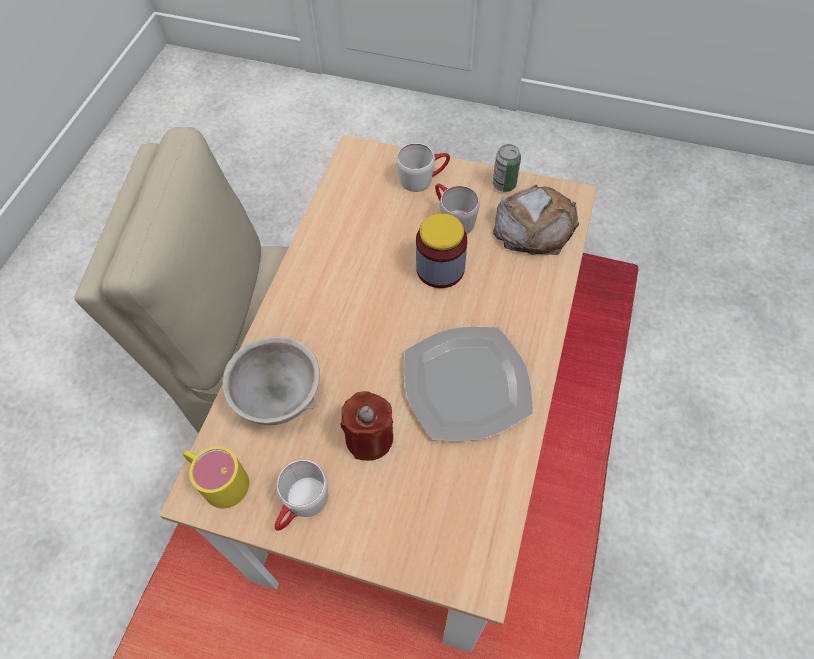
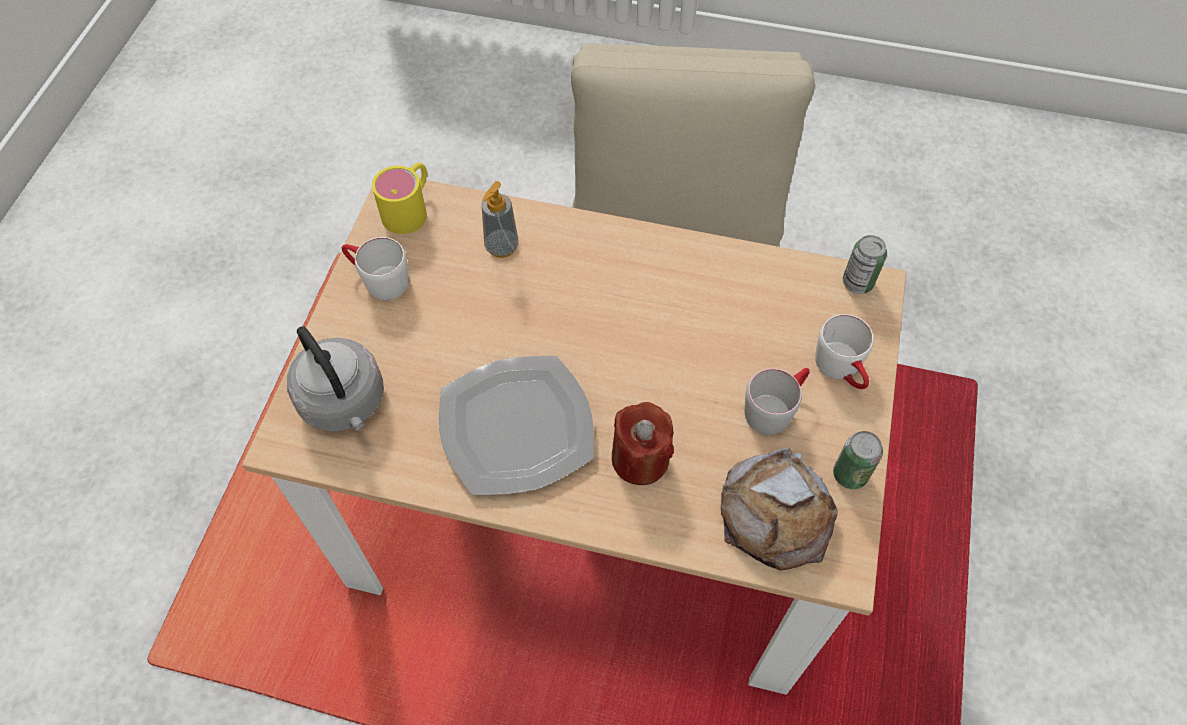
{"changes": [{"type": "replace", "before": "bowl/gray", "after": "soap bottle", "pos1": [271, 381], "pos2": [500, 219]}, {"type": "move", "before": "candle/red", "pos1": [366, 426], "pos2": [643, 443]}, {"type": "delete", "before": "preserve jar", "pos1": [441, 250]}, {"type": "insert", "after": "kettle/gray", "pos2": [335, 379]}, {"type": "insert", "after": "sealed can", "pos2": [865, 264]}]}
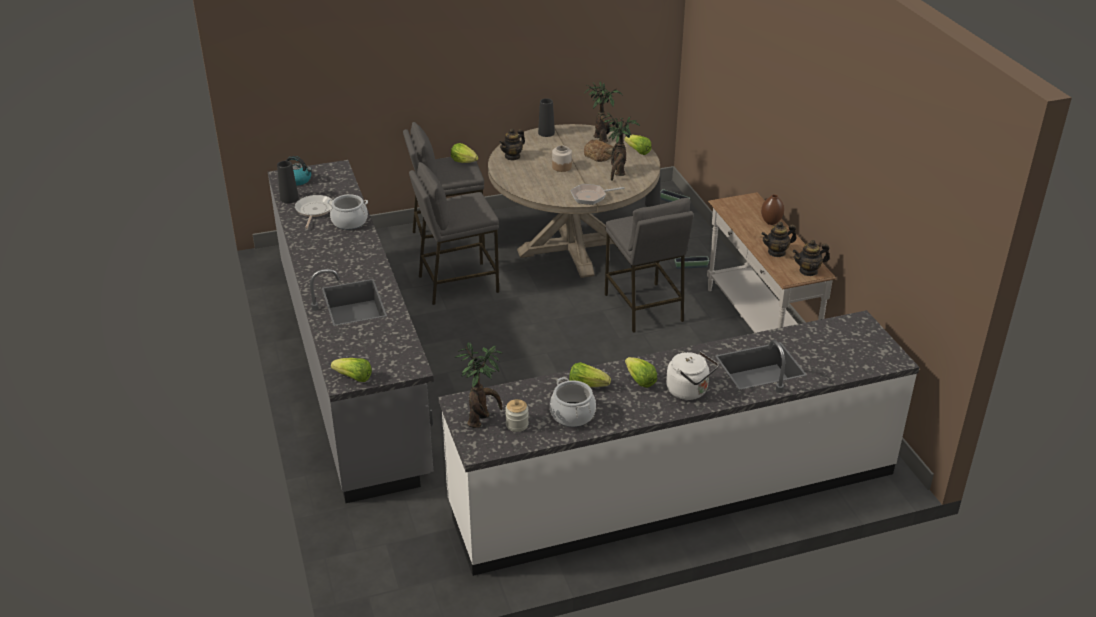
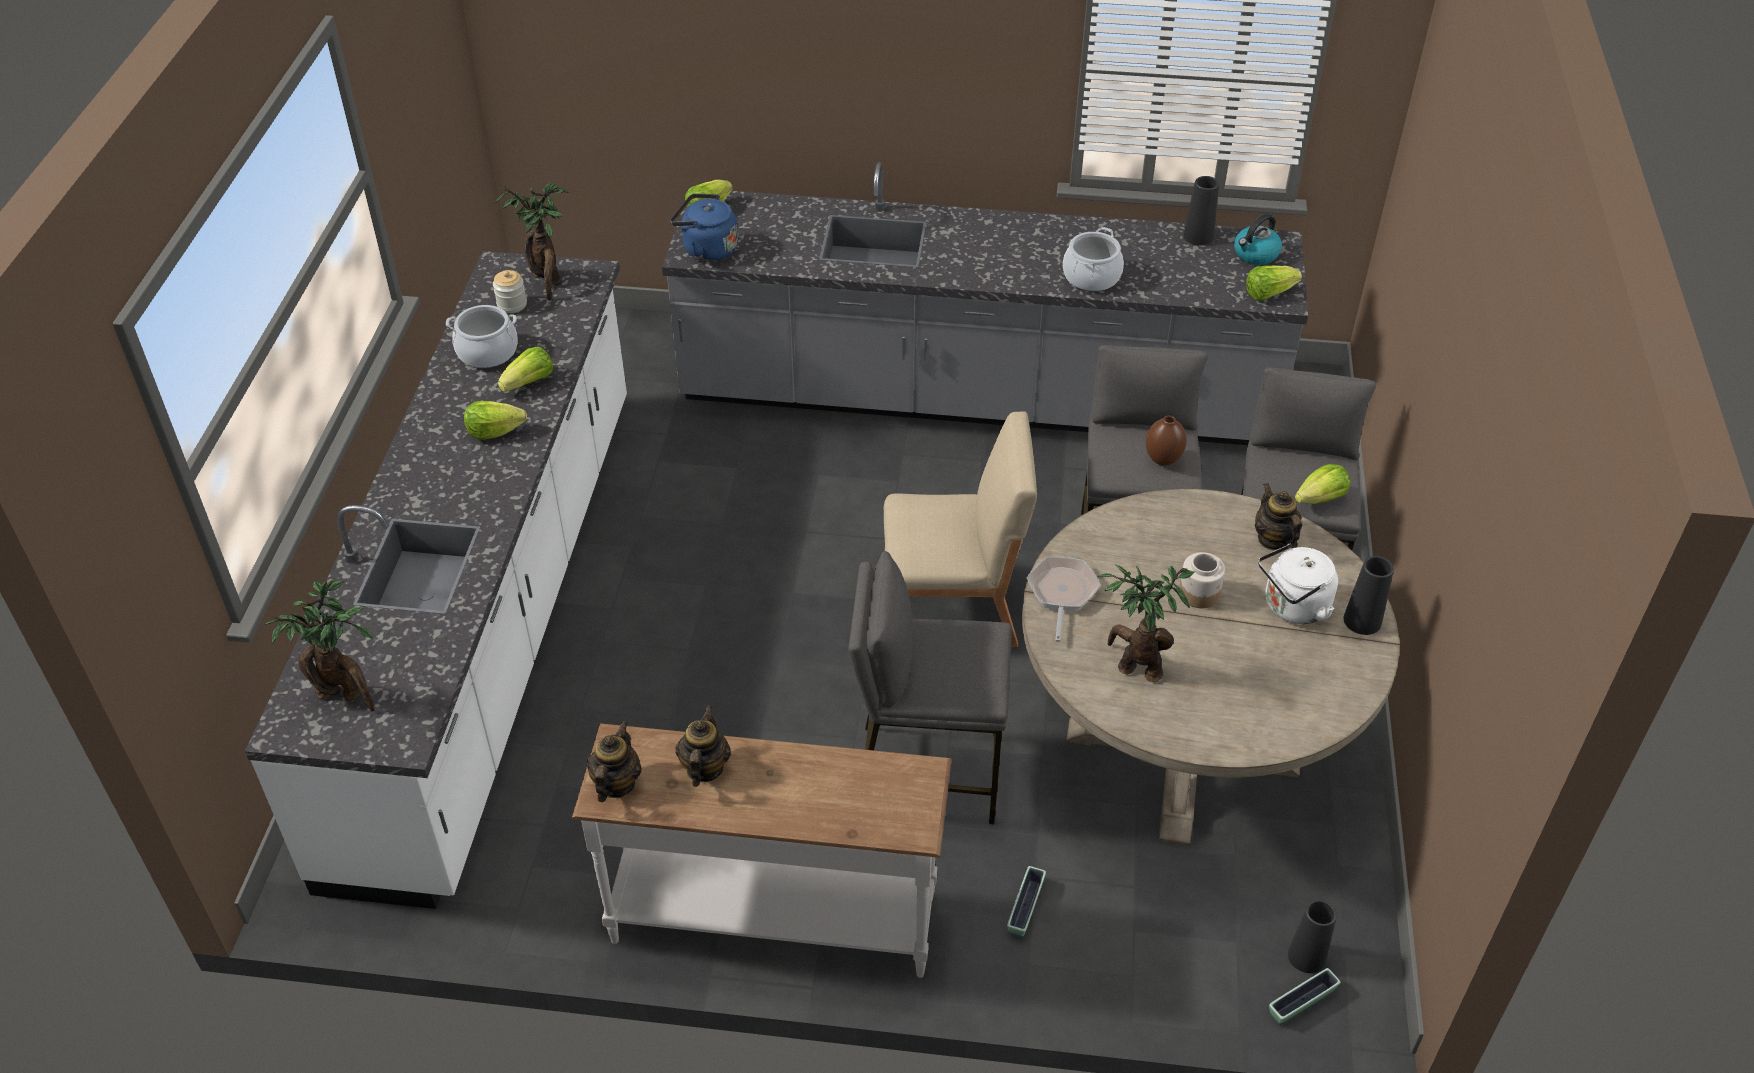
{"changes": [{"type": "delete", "before": "pan", "pos1": [313, 212]}, {"type": "move", "before": "plant in a pot", "pos1": [603, 112], "pos2": [320, 646]}, {"type": "delete", "before": "baked bread", "pos1": [599, 151]}, {"type": "move", "before": "lettuce head", "pos1": [637, 145], "pos2": [1274, 283]}, {"type": "move", "before": "kettle/whitish", "pos1": [692, 376], "pos2": [1298, 584]}, {"type": "move", "before": "vase/brown-coloured", "pos1": [772, 209], "pos2": [1166, 441]}, {"type": "insert", "after": "kettle/bluish", "pos2": [704, 228]}, {"type": "insert", "after": "plain chair/beige", "pos2": [960, 529]}]}
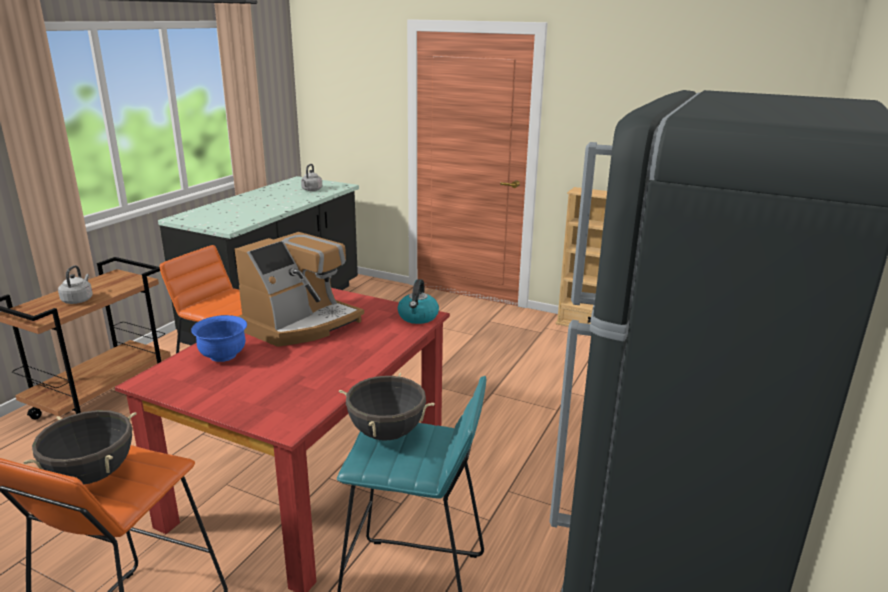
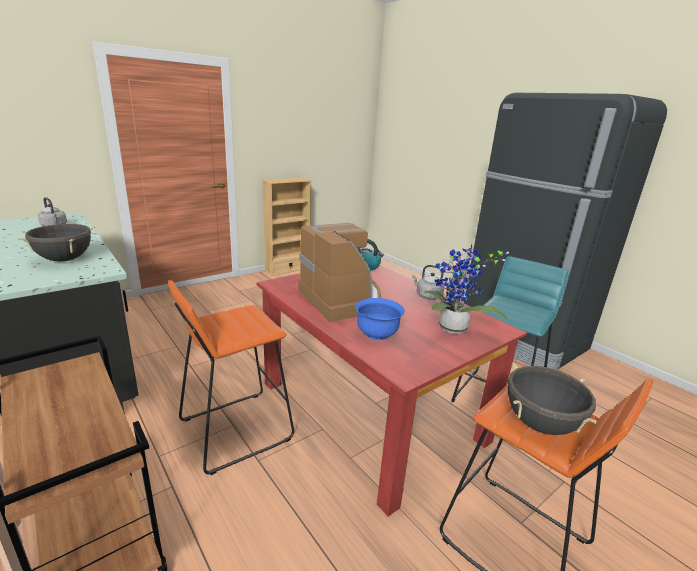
{"changes": [{"type": "move", "before": "kettle/gray", "pos1": [75, 284], "pos2": [428, 282]}, {"type": "move", "before": "cooking pot/black", "pos1": [387, 407], "pos2": [57, 243]}, {"type": "insert", "after": "plant in a pot", "pos2": [466, 289]}]}
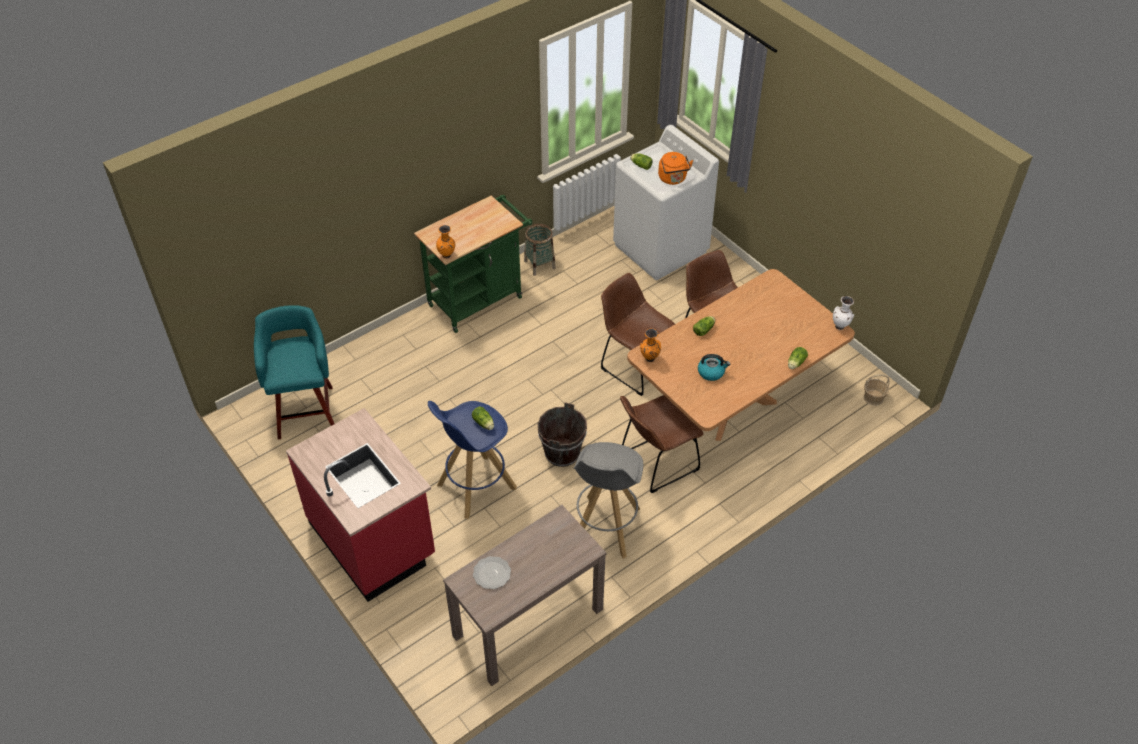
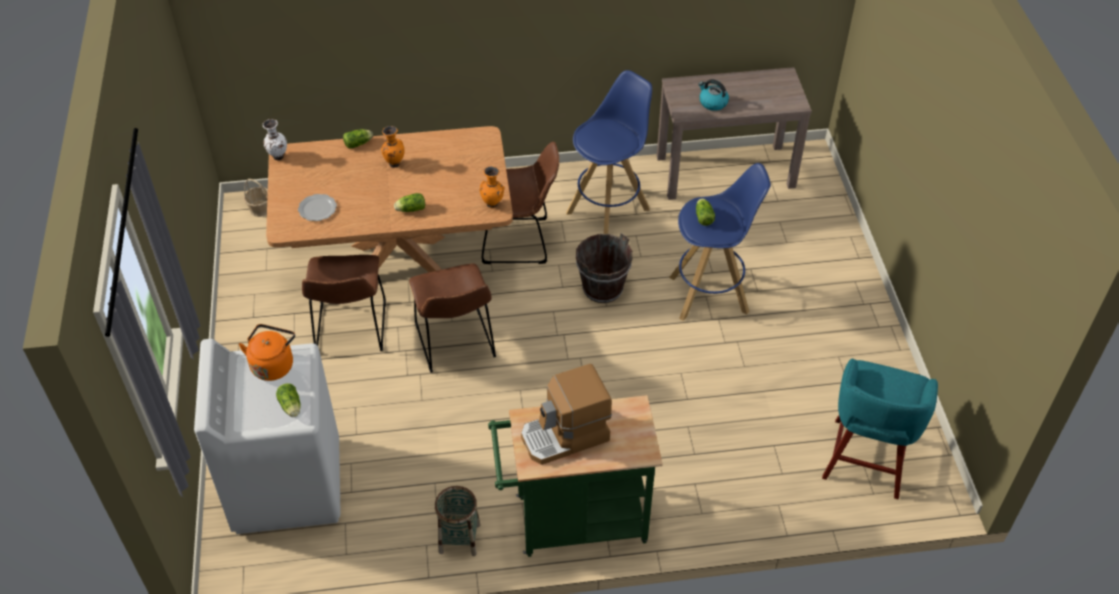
{"changes": [{"type": "delete", "before": "kitchen base unit/red", "pos1": [360, 505]}, {"type": "move", "before": "vase/orange", "pos1": [445, 241], "pos2": [393, 147]}, {"type": "move", "before": "flat dish", "pos1": [492, 572], "pos2": [317, 207]}, {"type": "recolor", "before": "stool seat/gray", "after": "stool seat/bluish", "pos1": [608, 500], "pos2": [609, 152]}, {"type": "move", "before": "kettle", "pos1": [714, 367], "pos2": [713, 95]}, {"type": "insert", "after": "coffee maker", "pos2": [566, 414]}]}
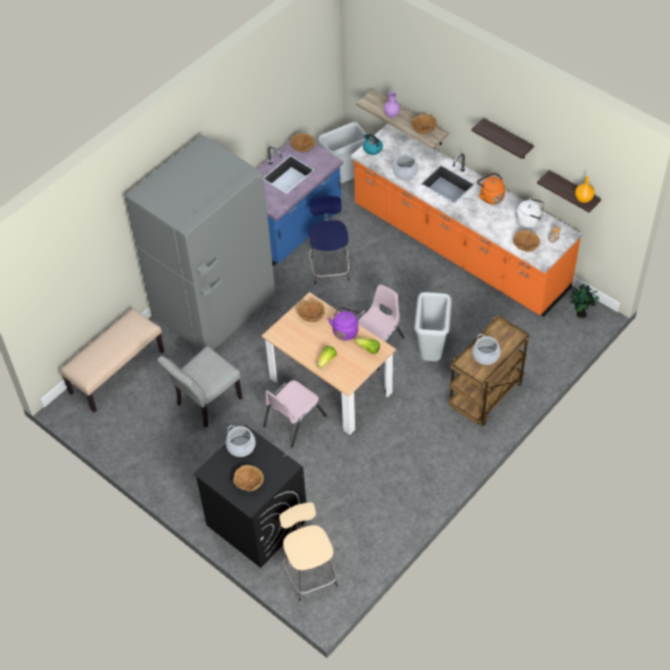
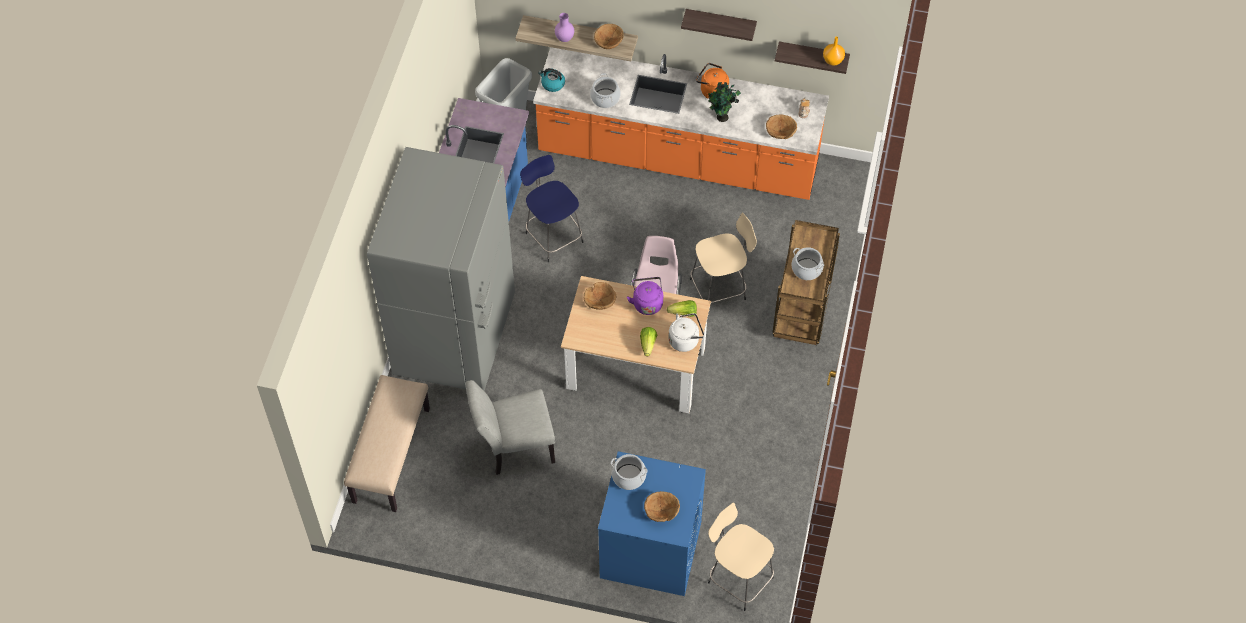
{"changes": [{"type": "rotate", "before": "plain chair/gray", "pos1": [199, 387], "pos2": [510, 427], "turn": 60}, {"type": "recolor", "before": "washing machine/black", "after": "washing machine/bluish", "pos1": [249, 496], "pos2": [652, 523]}, {"type": "delete", "before": "plain chair/pinkish", "pos1": [295, 414]}, {"type": "delete", "before": "bowl/brown-coloured", "pos1": [302, 142]}, {"type": "replace", "before": "trash can/gray", "after": "stool seat/beige", "pos1": [433, 326], "pos2": [723, 258]}, {"type": "move", "before": "kettle/whitish", "pos1": [530, 213], "pos2": [686, 332]}, {"type": "move", "before": "plant in a pot", "pos1": [584, 301], "pos2": [724, 101]}]}
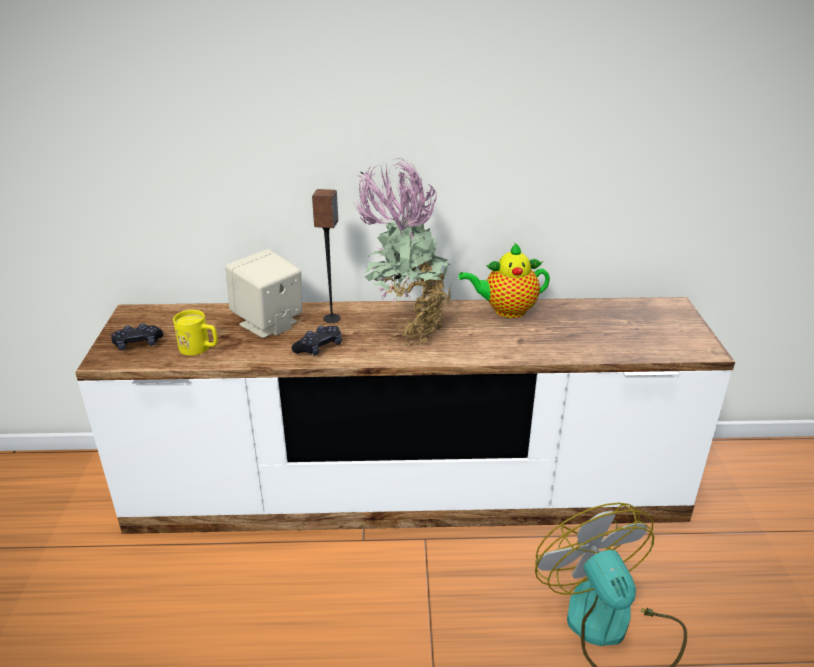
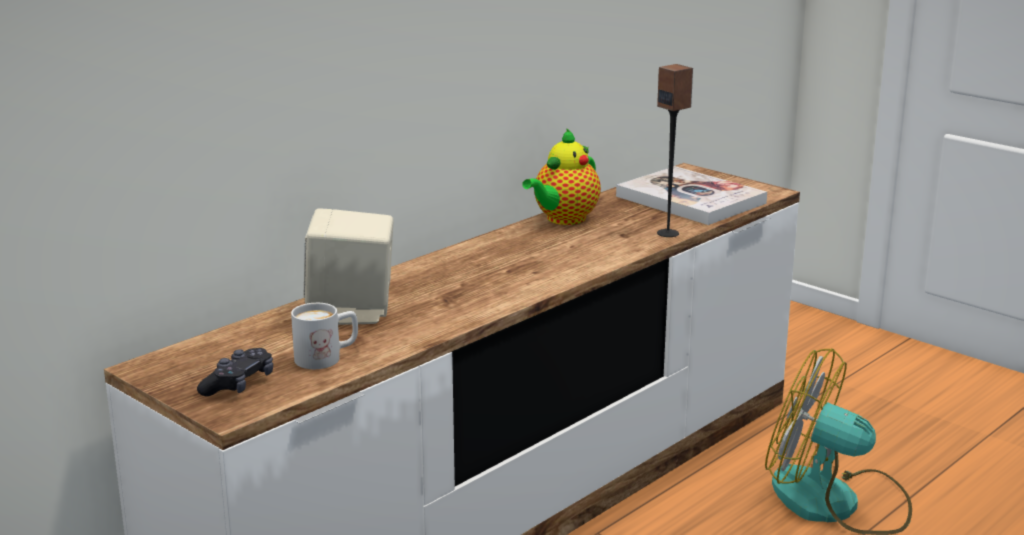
{"changes": [{"type": "recolor", "before": "coffee mug/yellow-coloured", "after": "coffee mug/whitish", "pos1": [195, 333], "pos2": [324, 336]}, {"type": "delete", "before": "joypad/black", "pos1": [316, 341]}, {"type": "move", "before": "loudspeaker", "pos1": [326, 256], "pos2": [675, 150]}, {"type": "delete", "before": "plant in a pot", "pos1": [403, 252]}, {"type": "insert", "after": "bound book", "pos2": [691, 195]}]}
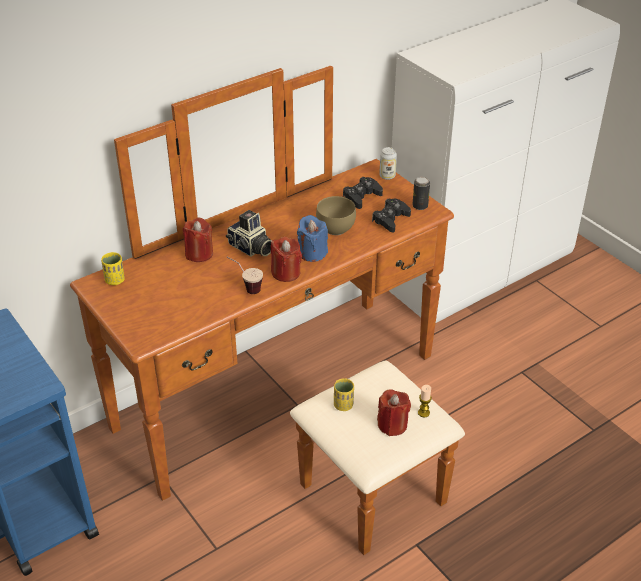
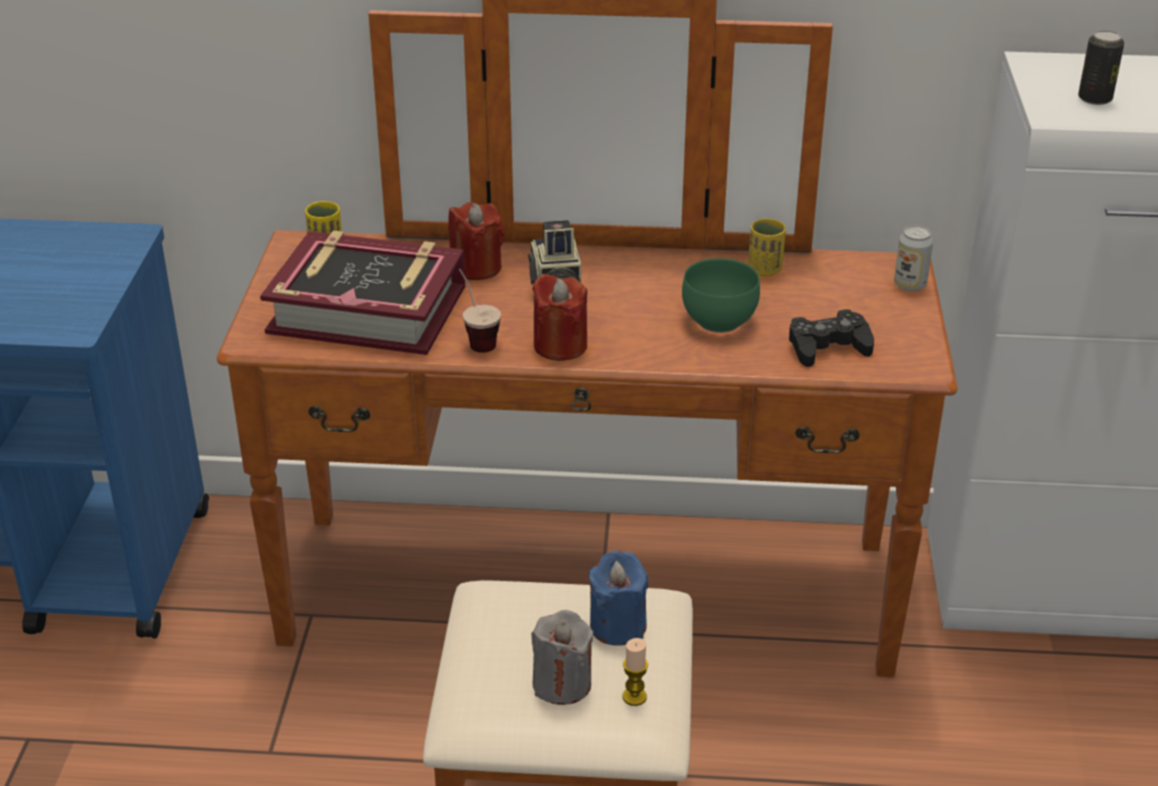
{"changes": [{"type": "move", "before": "candle/bluish", "pos1": [312, 238], "pos2": [618, 598]}, {"type": "recolor", "before": "bowl/brown-coloured", "after": "bowl/green-coloured", "pos1": [336, 215], "pos2": [721, 295]}, {"type": "move", "before": "drinking cup/yellow-coloured", "pos1": [344, 395], "pos2": [767, 247]}, {"type": "delete", "before": "joypad/black", "pos1": [363, 193]}, {"type": "recolor", "before": "candle/red", "after": "candle/gray", "pos1": [394, 412], "pos2": [562, 657]}, {"type": "move", "before": "sealed can", "pos1": [421, 193], "pos2": [1101, 67]}, {"type": "insert", "after": "bound book", "pos2": [362, 292]}]}
